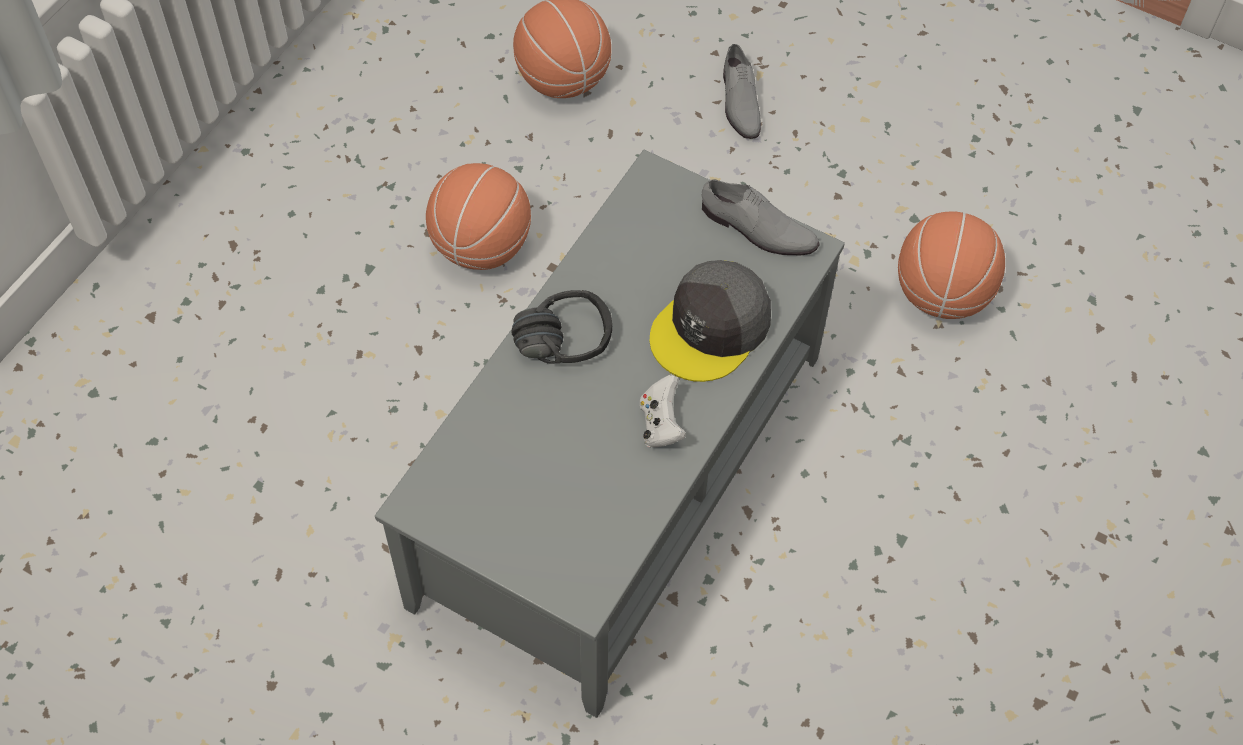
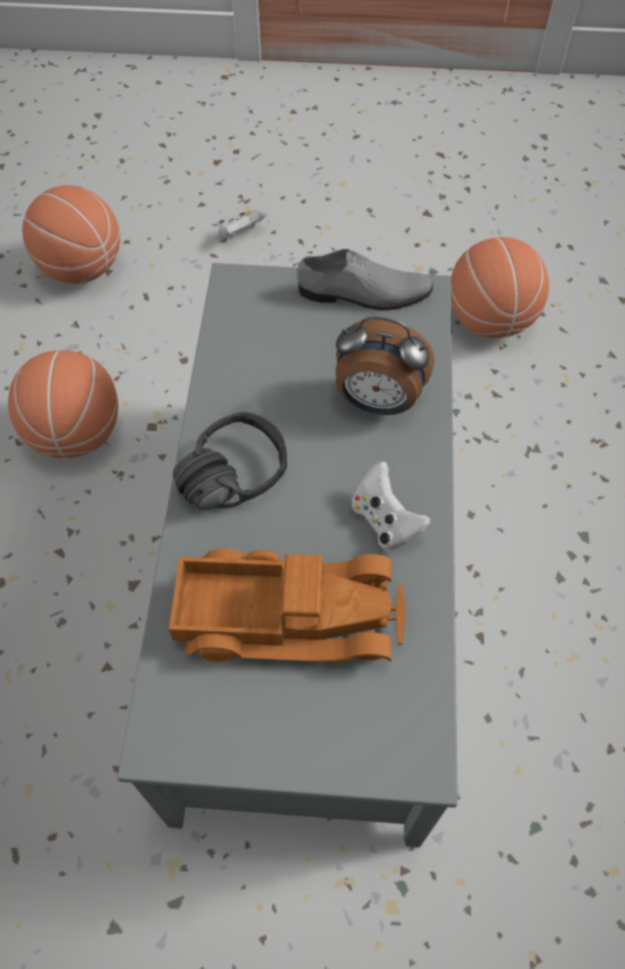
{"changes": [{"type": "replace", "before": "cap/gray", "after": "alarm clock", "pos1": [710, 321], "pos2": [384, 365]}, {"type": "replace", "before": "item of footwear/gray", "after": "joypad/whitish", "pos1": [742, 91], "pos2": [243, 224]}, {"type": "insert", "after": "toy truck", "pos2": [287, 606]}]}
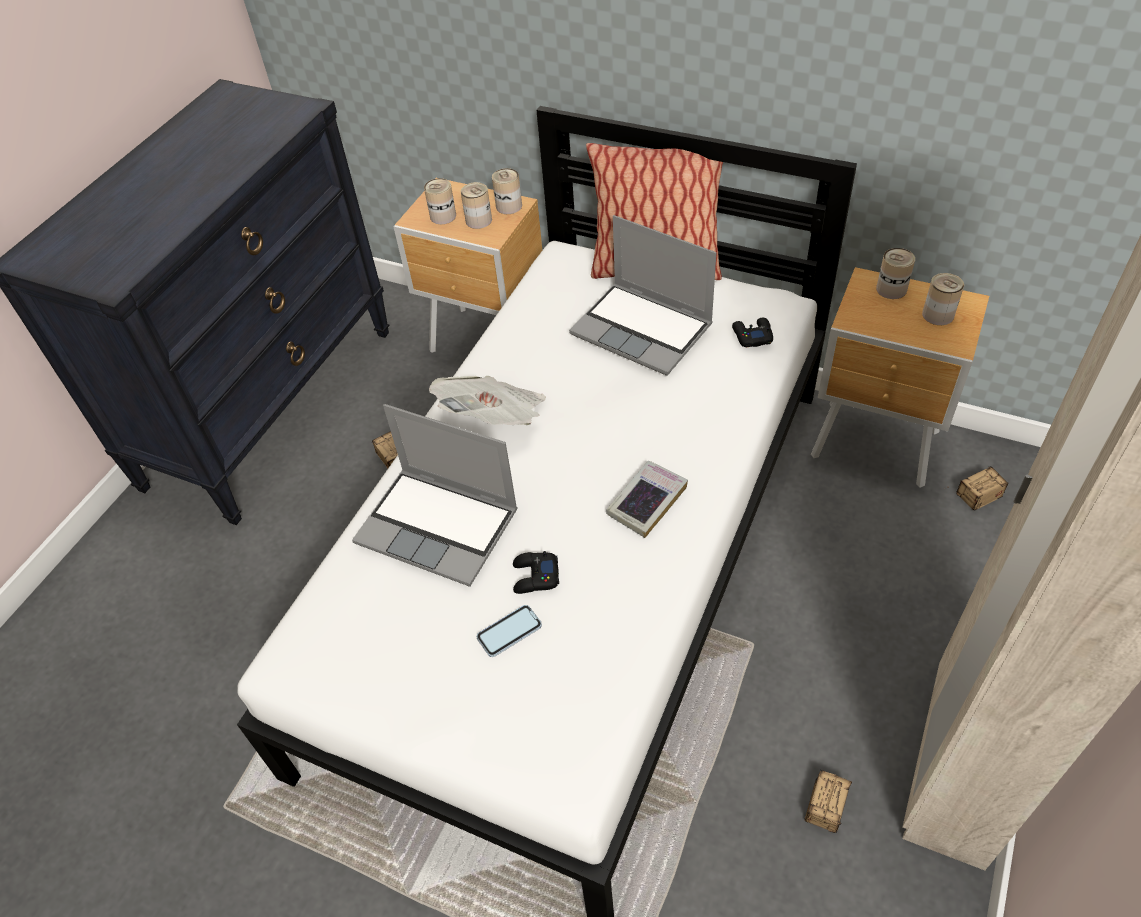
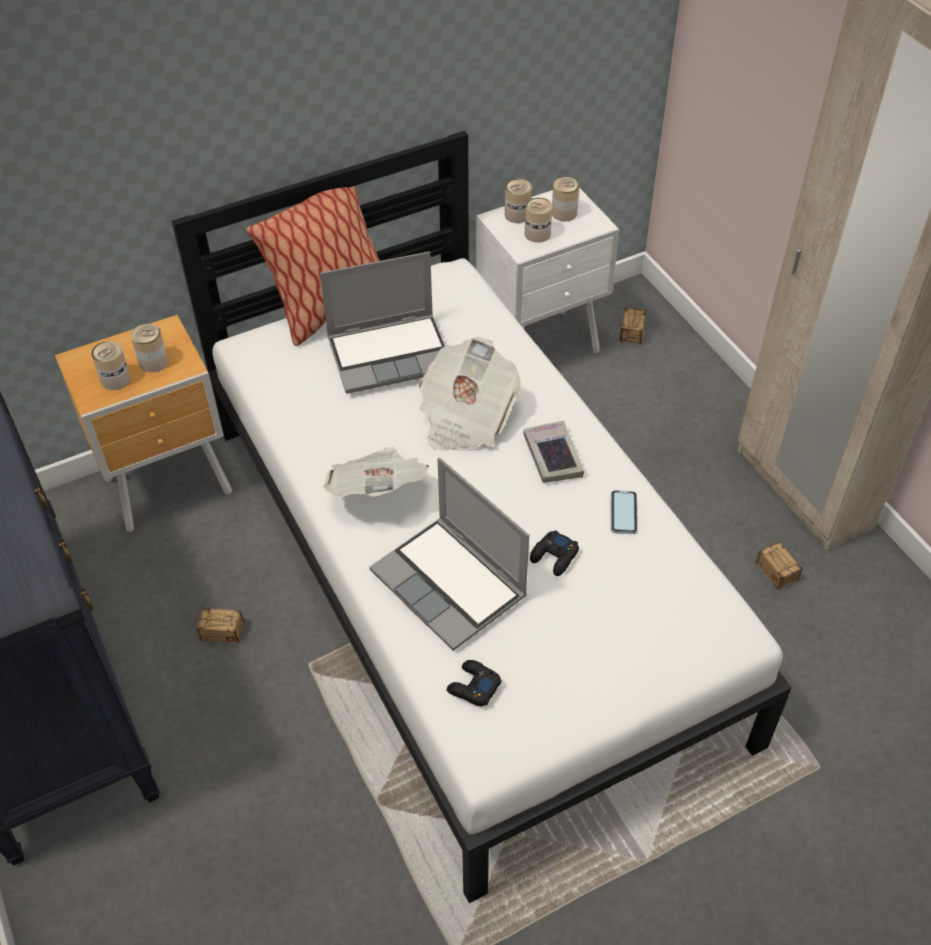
{"changes": [{"type": "rotate", "before": "notebook computer", "pos1": [435, 495], "pos2": [449, 554], "turn": 75}, {"type": "move", "before": "telephone", "pos1": [509, 631], "pos2": [624, 512]}, {"type": "move", "before": "sealed can", "pos1": [507, 191], "pos2": [538, 220]}, {"type": "move", "before": "joypad/black", "pos1": [752, 333], "pos2": [474, 683]}, {"type": "recolor", "before": "night table/brown-coloured", "after": "night table/whitish", "pos1": [900, 377], "pos2": [547, 271]}, {"type": "insert", "after": "daily paper", "pos2": [470, 394]}]}
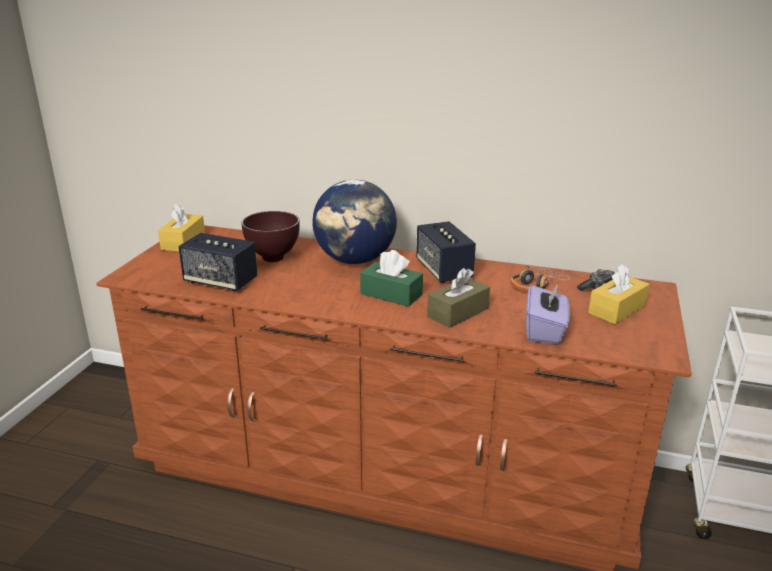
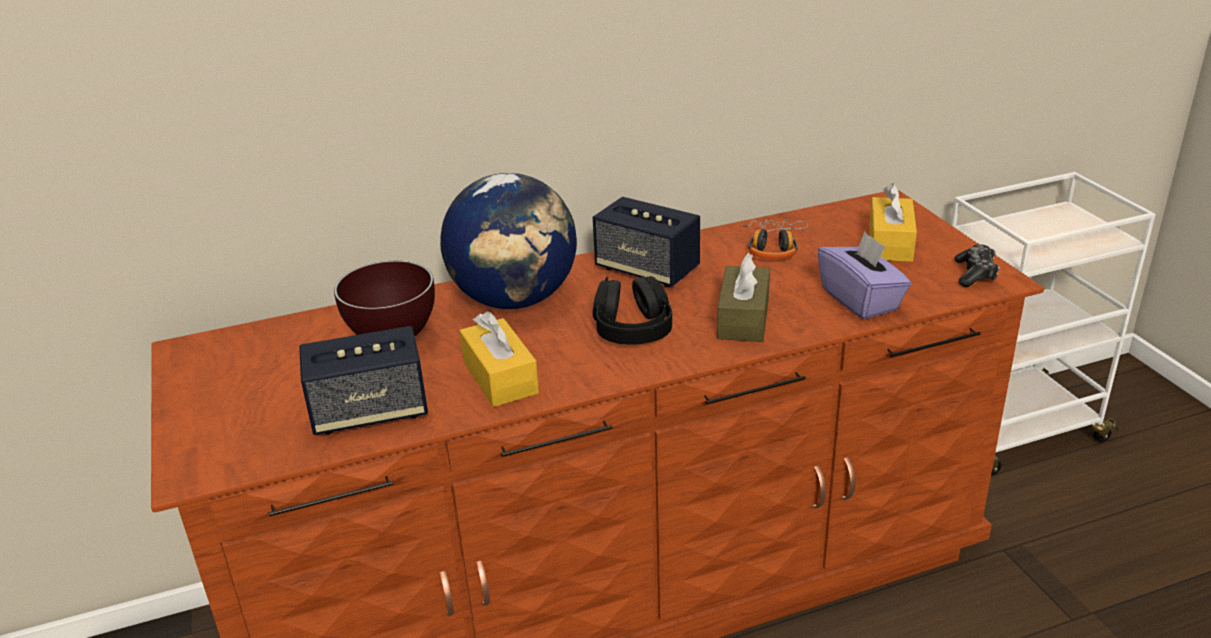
{"changes": [{"type": "move", "before": "box of tissues/yellow-coloured", "pos1": [181, 227], "pos2": [499, 359]}, {"type": "replace", "before": "box of tissues/green-coloured", "after": "pair of headphones/black", "pos1": [391, 278], "pos2": [632, 310]}, {"type": "move", "before": "joypad", "pos1": [596, 280], "pos2": [977, 265]}]}
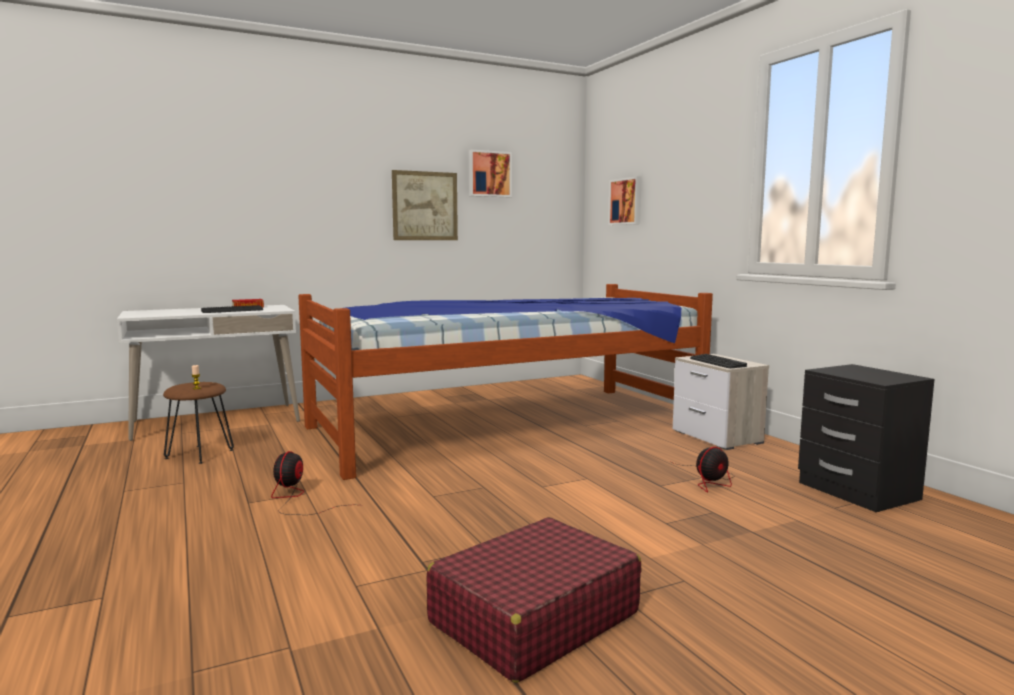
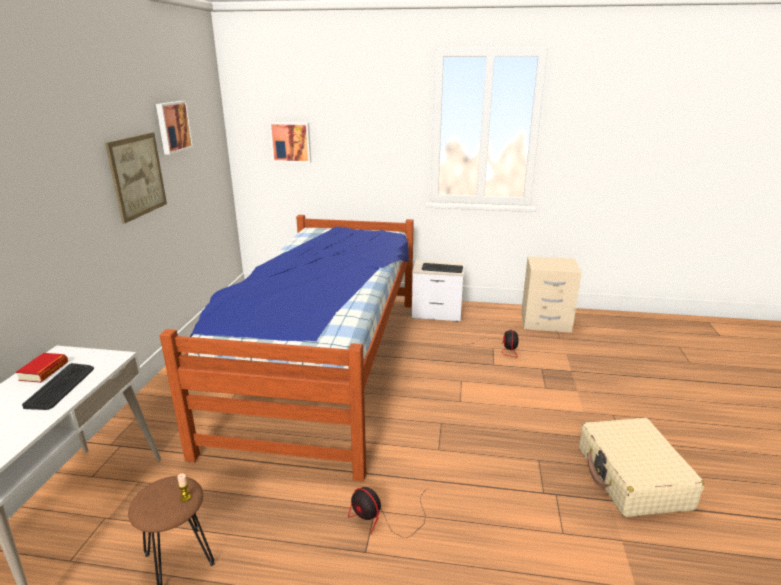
{"changes": [{"type": "recolor", "before": "piece of luggage/red", "after": "piece of luggage/beige", "pos1": [533, 600], "pos2": [641, 467]}, {"type": "recolor", "before": "night table/black", "after": "night table/beige", "pos1": [866, 438], "pos2": [551, 294]}]}
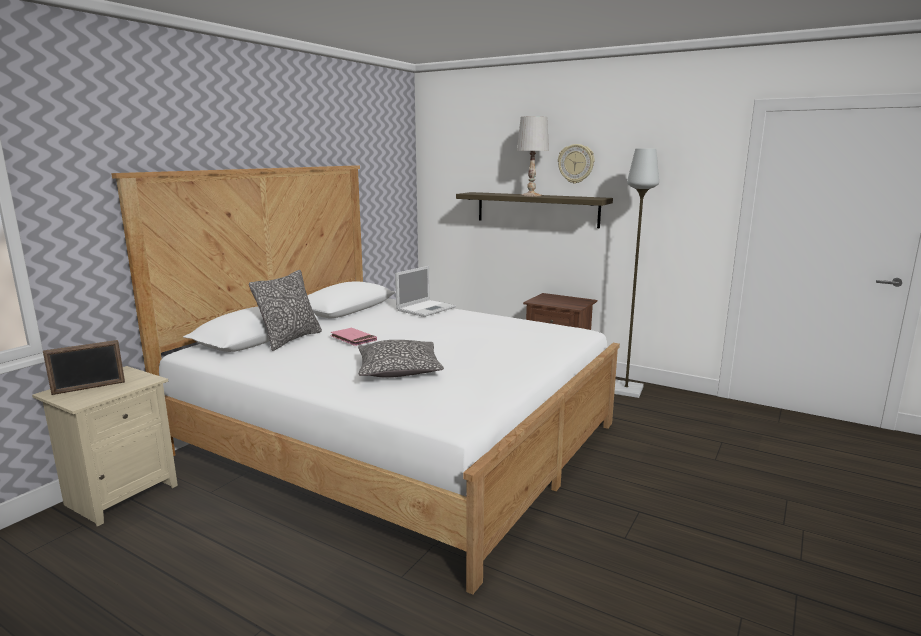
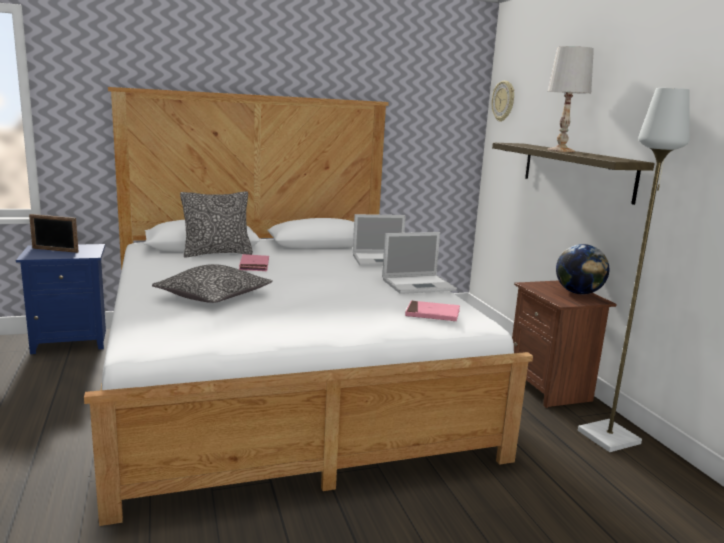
{"changes": [{"type": "recolor", "before": "night table/beige", "after": "night table/bluish", "pos1": [105, 446], "pos2": [61, 299]}, {"type": "move", "before": "wall clock", "pos1": [576, 164], "pos2": [503, 101]}, {"type": "insert", "after": "notebook computer", "pos2": [419, 263]}, {"type": "insert", "after": "bound book/pinkish", "pos2": [432, 311]}, {"type": "insert", "after": "globe", "pos2": [582, 269]}]}
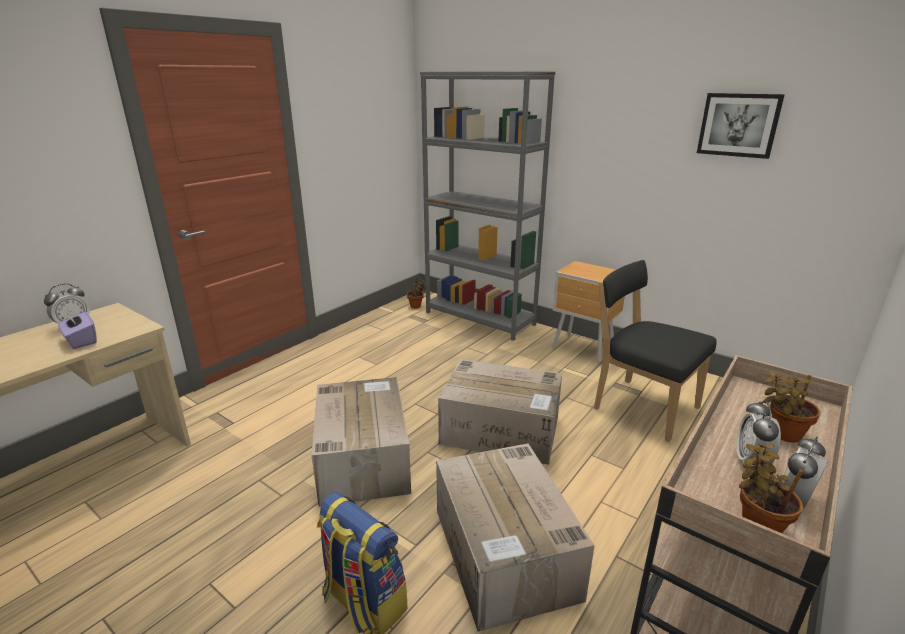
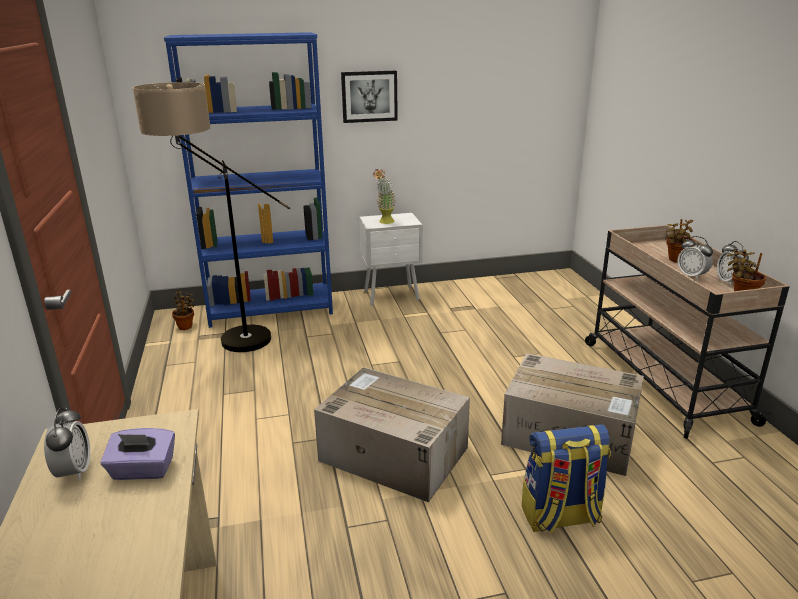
{"changes": [{"type": "recolor", "before": "shelving unit/gray", "after": "shelving unit/bluish", "pos1": [488, 206], "pos2": [248, 180]}, {"type": "delete", "before": "packing box", "pos1": [500, 412]}, {"type": "recolor", "before": "night table/brown-coloured", "after": "night table/whitish", "pos1": [588, 312], "pos2": [391, 259]}, {"type": "delete", "before": "plain chair/black", "pos1": [655, 351]}, {"type": "move", "before": "wall picture", "pos1": [741, 126], "pos2": [369, 97]}, {"type": "insert", "after": "standard lamp", "pos2": [211, 217]}, {"type": "insert", "after": "plant in a pot", "pos2": [384, 196]}]}
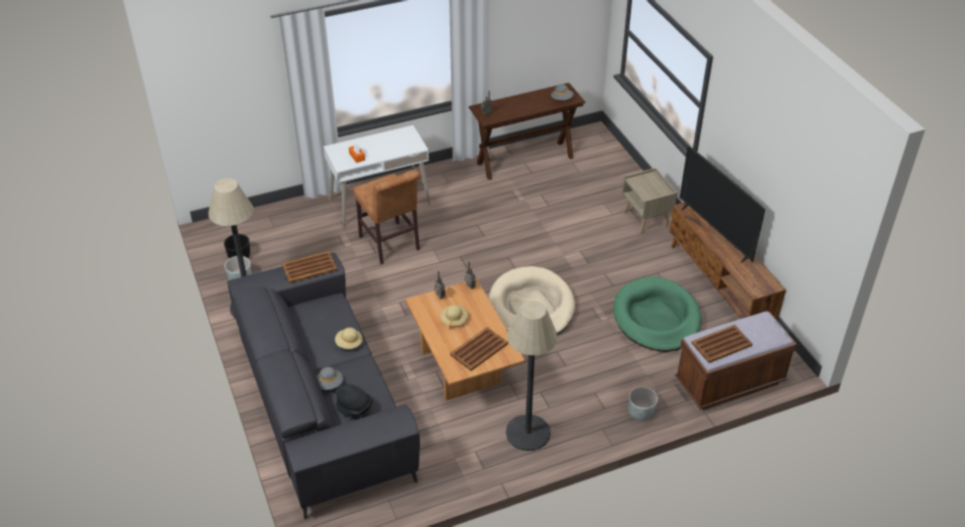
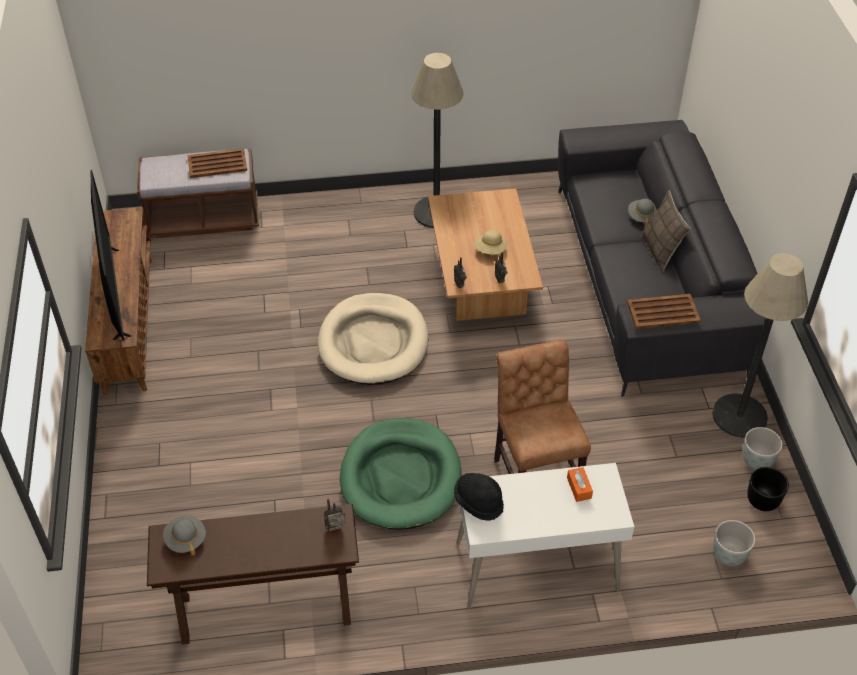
{"changes": [{"type": "delete", "before": "hat/beige", "pos1": [349, 338]}, {"type": "move", "before": "hat/black", "pos1": [354, 400], "pos2": [479, 497]}, {"type": "delete", "before": "tray/brown-coloured", "pos1": [479, 349]}, {"type": "move", "before": "pet bed/green-coloured", "pos1": [657, 314], "pos2": [401, 474]}, {"type": "delete", "before": "night table/beige", "pos1": [650, 201]}, {"type": "move", "before": "flower pot/gray", "pos1": [643, 404], "pos2": [734, 543]}, {"type": "insert", "after": "pillow", "pos2": [666, 231]}]}
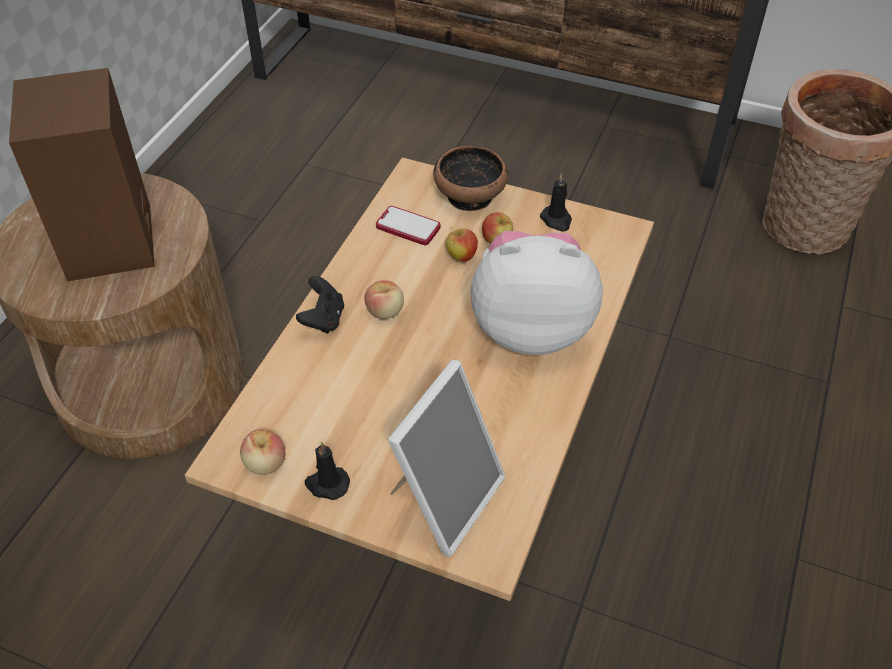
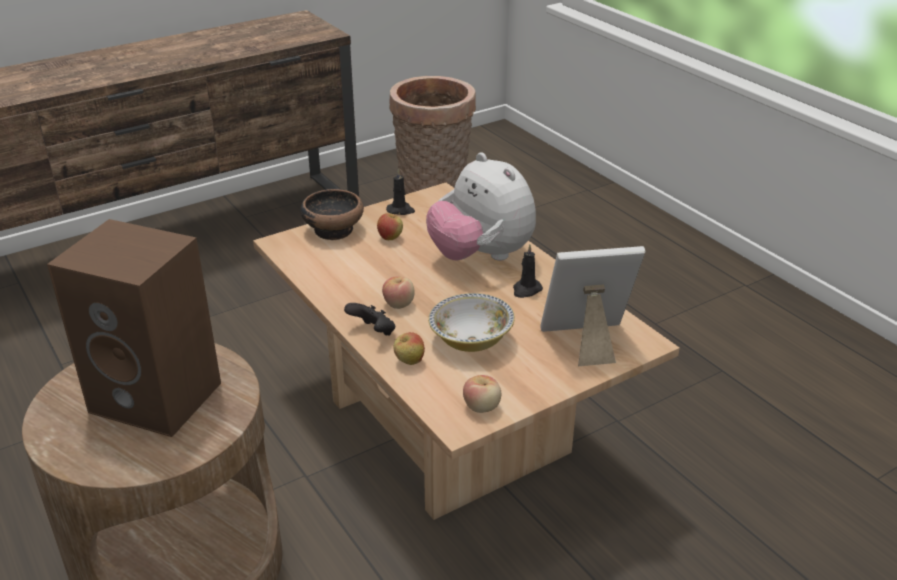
{"changes": [{"type": "move", "before": "candle/black", "pos1": [327, 471], "pos2": [528, 271]}, {"type": "delete", "before": "telephone", "pos1": [408, 225]}, {"type": "rotate", "before": "photo frame", "pos1": [446, 458], "pos2": [592, 306], "turn": -75}, {"type": "move", "before": "whole apple", "pos1": [461, 245], "pos2": [409, 348]}, {"type": "rotate", "before": "soft toy", "pos1": [536, 293], "pos2": [481, 206], "turn": -75}, {"type": "insert", "after": "bowl", "pos2": [471, 322]}]}
